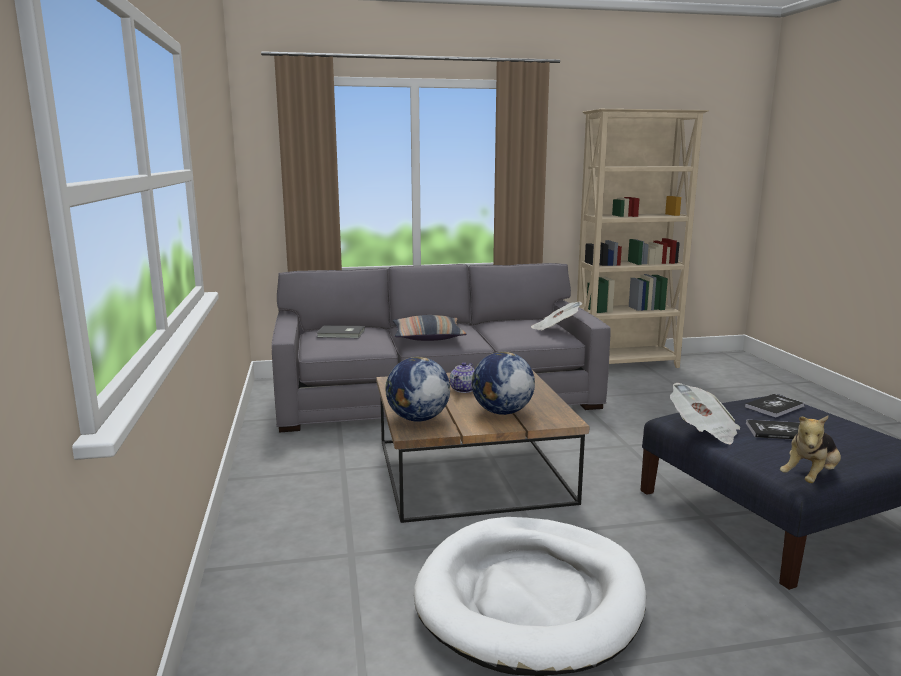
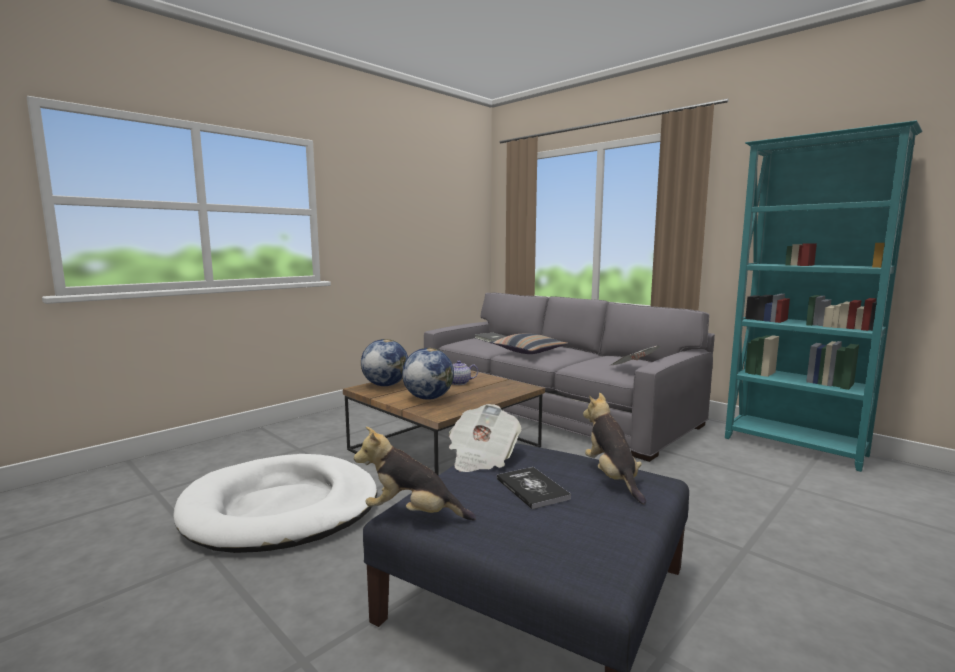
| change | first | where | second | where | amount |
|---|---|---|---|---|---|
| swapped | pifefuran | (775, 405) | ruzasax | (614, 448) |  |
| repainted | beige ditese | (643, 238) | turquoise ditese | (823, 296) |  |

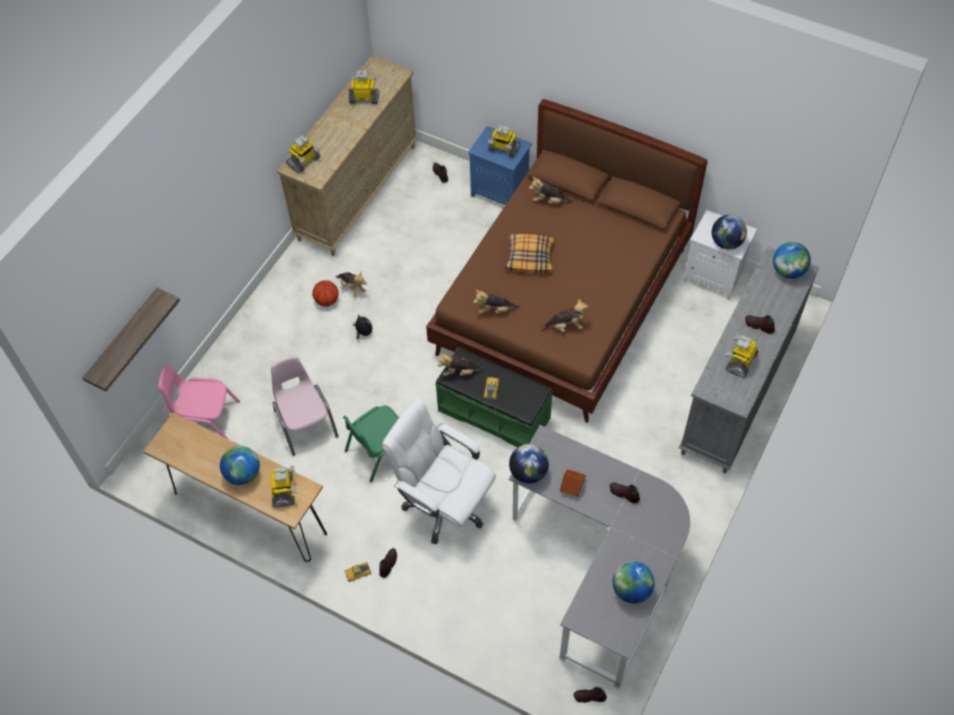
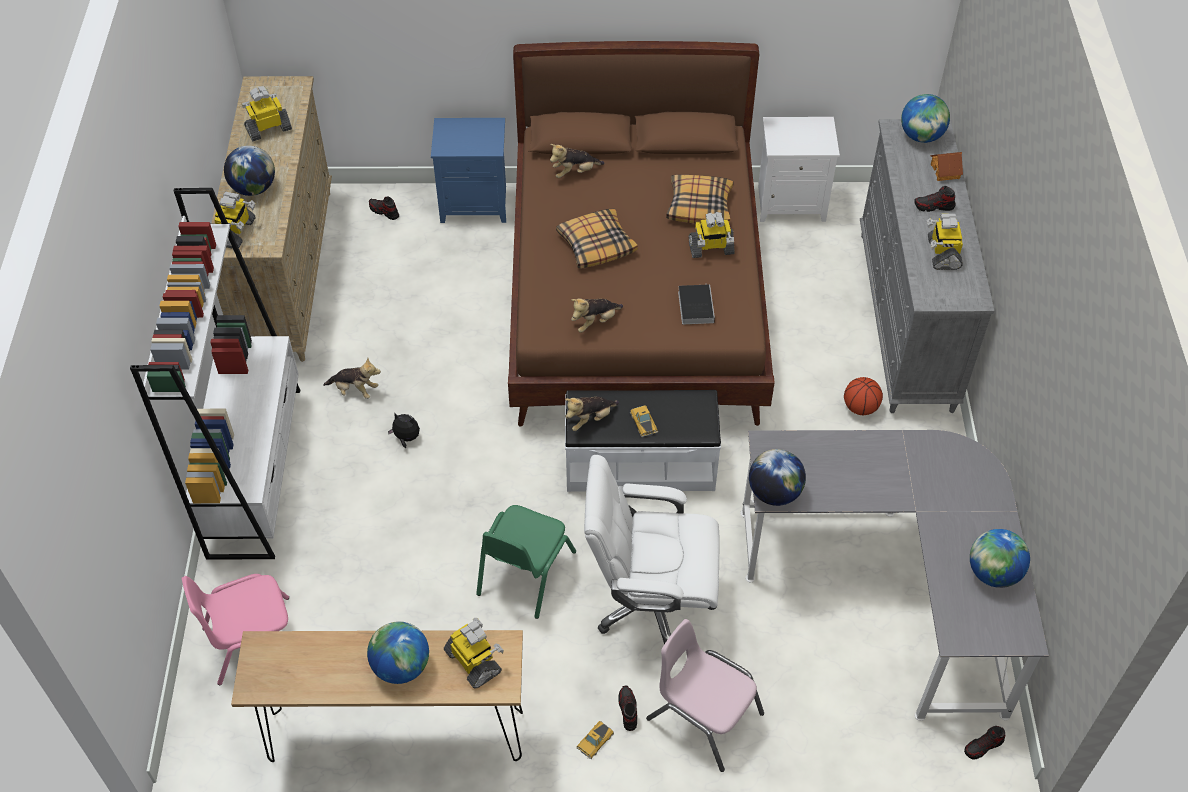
| change | first | where | second | where | amount |
|---|---|---|---|---|---|
| new |  |  | white ditese | (215, 374) |  |
| shifted | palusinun | (729, 232) |  | (249, 170) |  |
| repainted | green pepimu | (494, 397) | white pepimu | (643, 441) |  |
| shifted | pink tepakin | (305, 406) |  | (705, 695) |  |
| new |  |  | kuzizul | (700, 199) |  |
| swapped | ruzasax | (564, 315) | pifefuran | (696, 303) |  |
| shifted | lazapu | (504, 141) |  | (712, 235) |  |
| shifted | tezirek | (325, 293) |  | (863, 396) |  |
| shifted | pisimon | (573, 483) |  | (946, 166) |  |
| gone | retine | (131, 339) |  |  |  |
| gone | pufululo | (625, 493) |  |  |  |

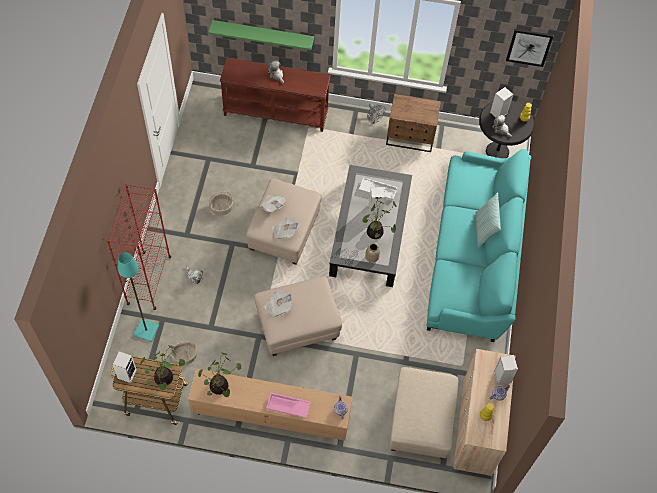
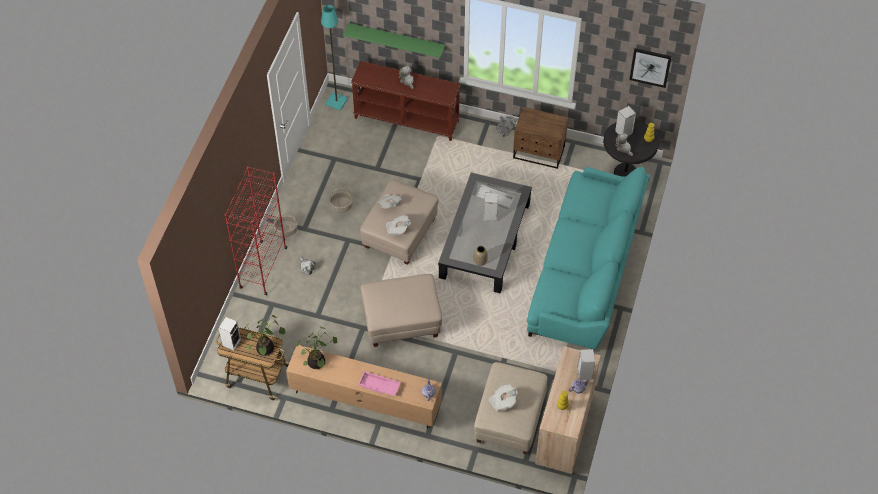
| change | first | where | second | where | amount |
|---|---|---|---|---|---|
| shifted | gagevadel | (184, 353) |  | (286, 224) |  |
| shifted | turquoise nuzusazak | (138, 297) |  | (334, 57) |  |
| shifted | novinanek | (278, 304) |  | (503, 397) |  |
| gone | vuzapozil | (379, 218) |  |  |  |
| gone | kuzizul | (488, 220) |  |  |  |

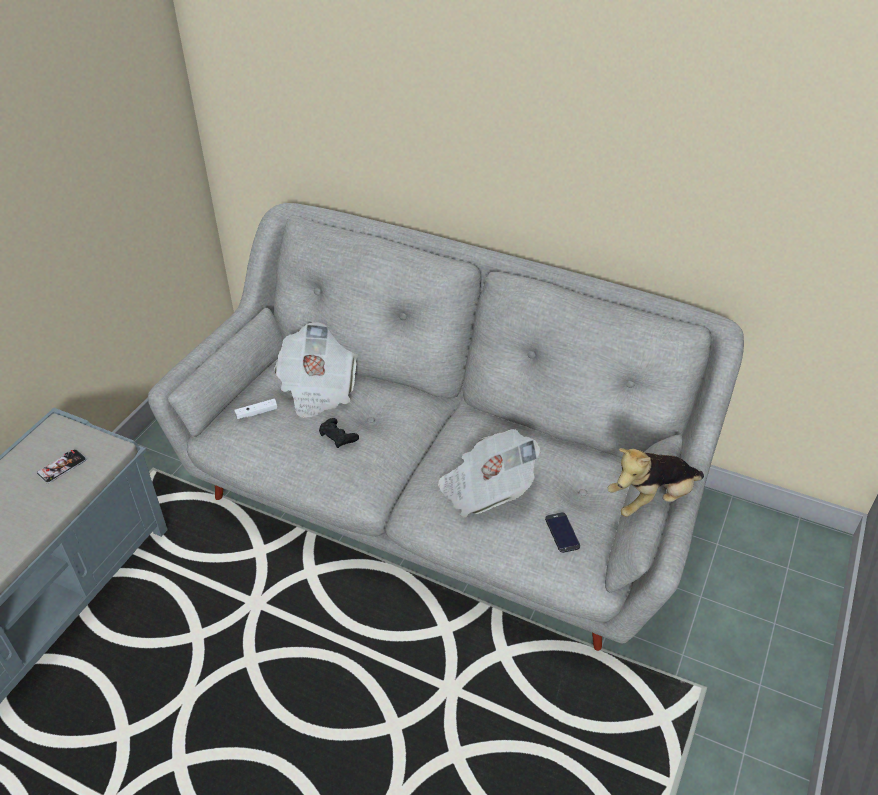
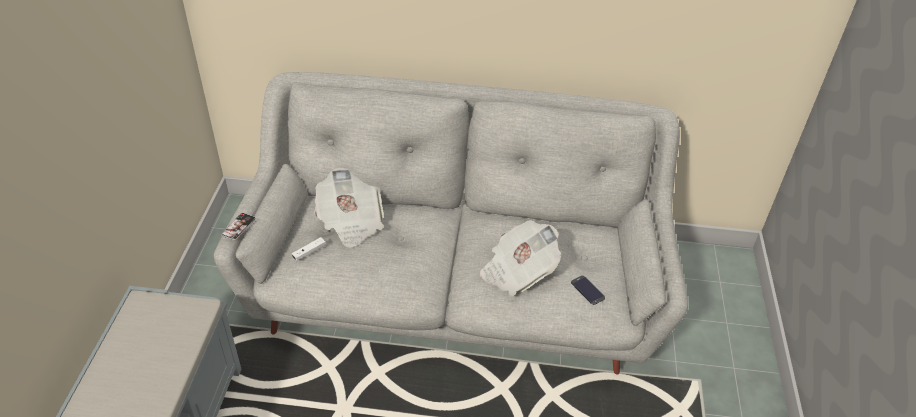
| change | first | where | second | where | amount |
|---|---|---|---|---|---|
| shifted | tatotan | (62, 466) |  | (238, 226) |  |
| gone | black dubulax | (339, 433) |  |  |  |
| gone | ruzasax | (655, 482) |  |  |  |

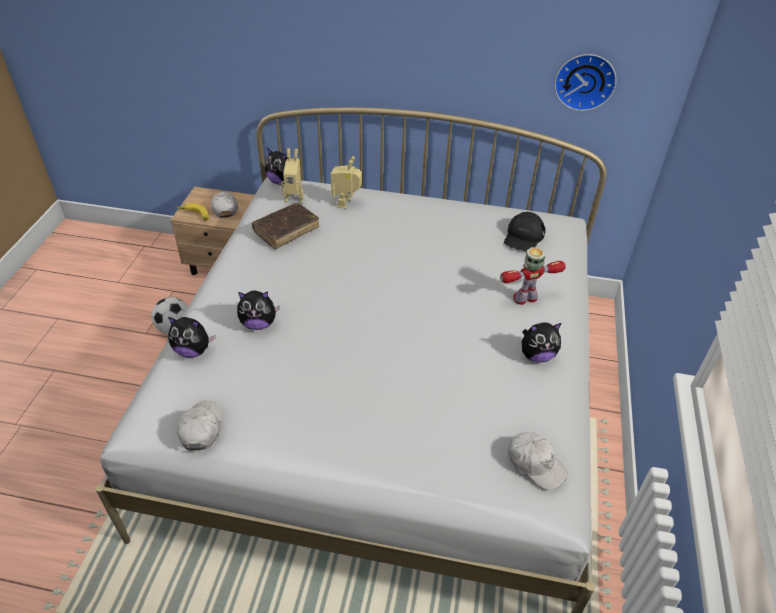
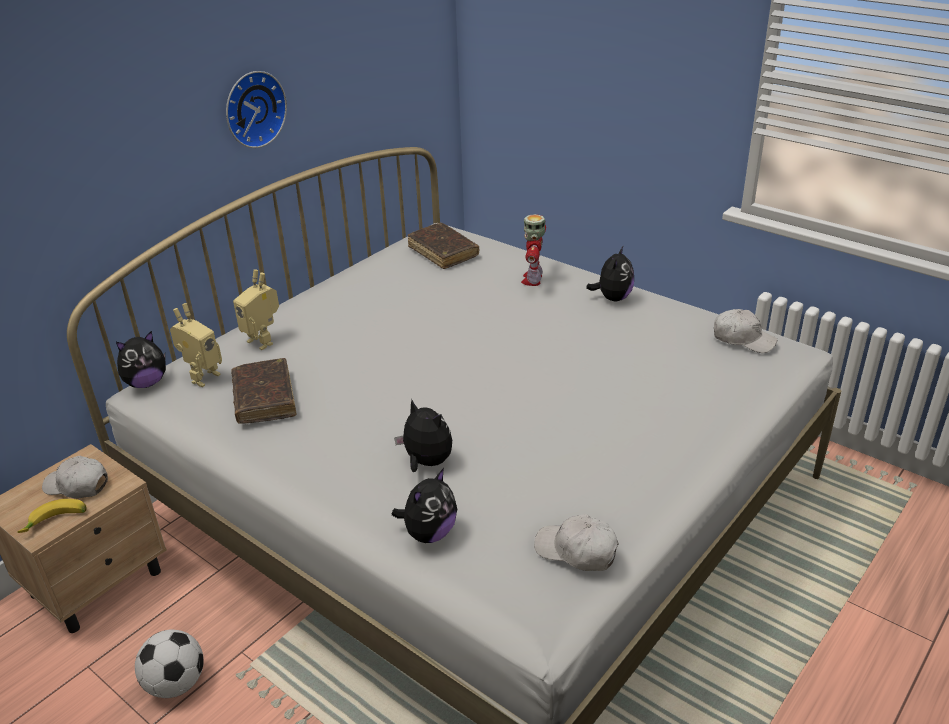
| change | first | where | second | where | amount |
|---|---|---|---|---|---|
| shifted | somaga | (585, 82) |  | (256, 109) |  |
| rotated | ruzasax | (258, 310) |  | (423, 435) | 75 degrees counterclockwise |
| swapped | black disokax | (524, 231) | brown pifefuran | (443, 246) |  |
| rotated | white disokax | (538, 461) |  | (746, 331) | 45 degrees clockwise |

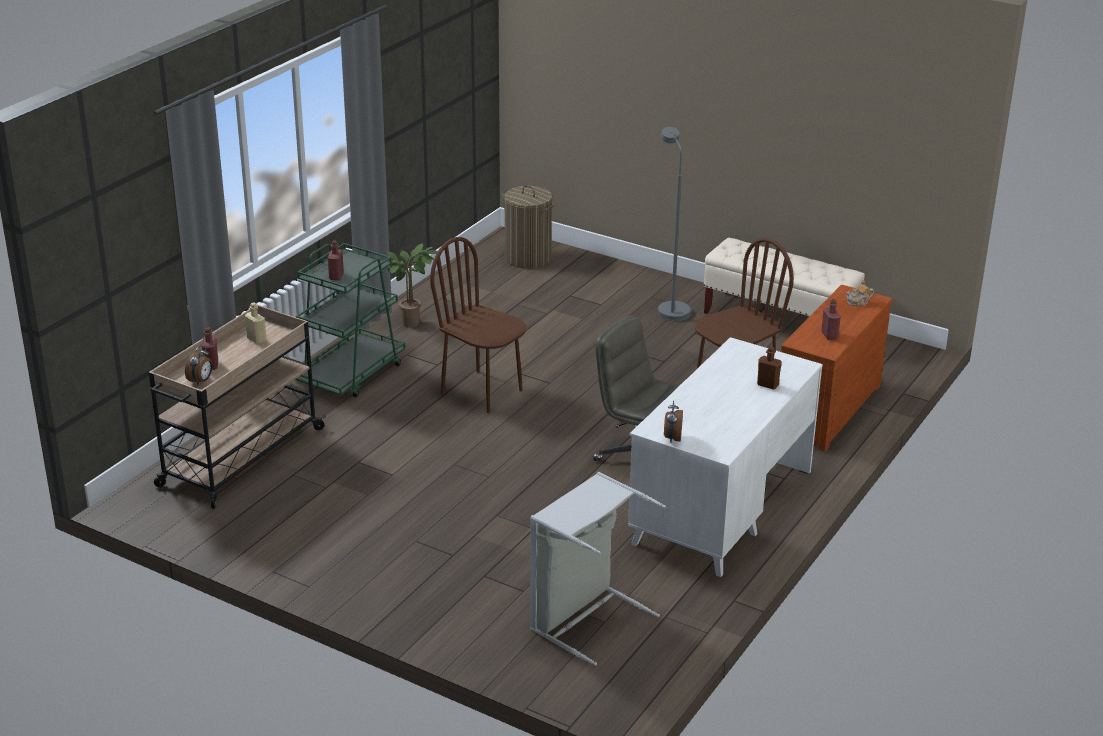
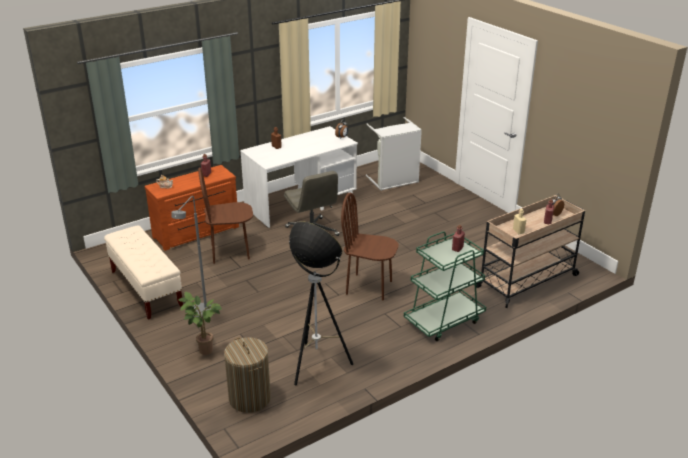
| change | first | where | second | where | amount |
|---|---|---|---|---|---|
| shifted | vuzapozil | (412, 285) |  | (200, 323) |  |
| new |  |  | nuzusazak | (321, 303) |  |
| rotated | brown tepakin | (478, 325) |  | (370, 246) | 135 degrees clockwise |

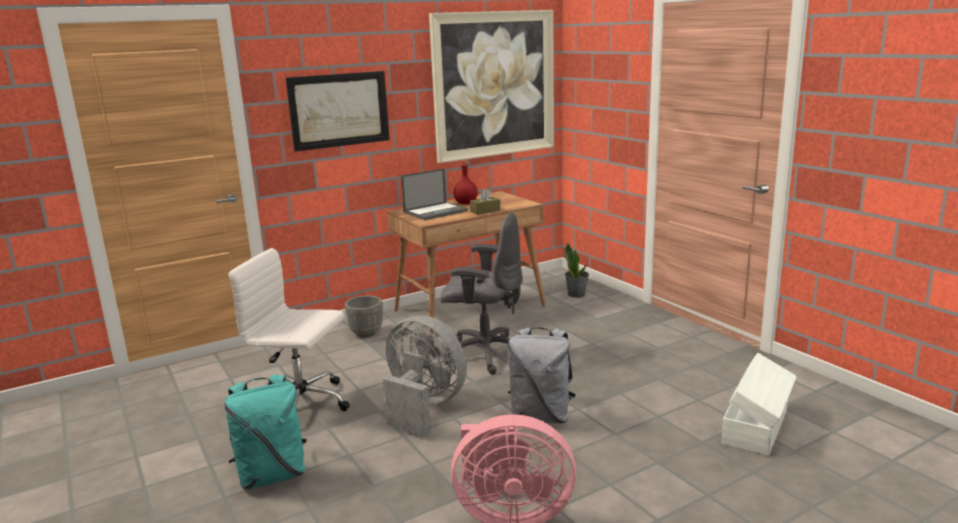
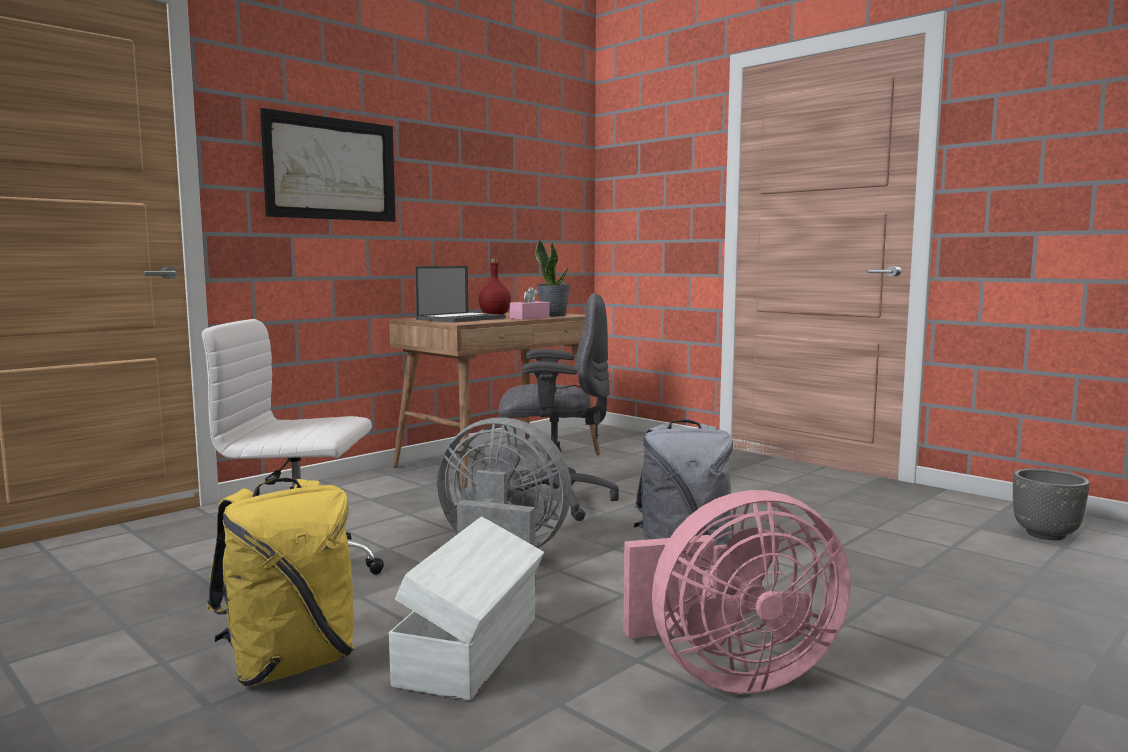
| change | first | where | second | where | amount |
|---|---|---|---|---|---|
| repainted | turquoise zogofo | (266, 431) | yellow zogofo | (280, 582) |  |
| shifted | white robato | (759, 404) |  | (466, 608) |  |
| repainted | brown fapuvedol | (485, 202) | pink fapuvedol | (529, 303) |  |
| shifted | vuzapozil | (576, 270) |  | (552, 277) |  |
| shifted | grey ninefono | (364, 316) |  | (1051, 504) |  |
| gone | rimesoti | (491, 86) |  |  |  |

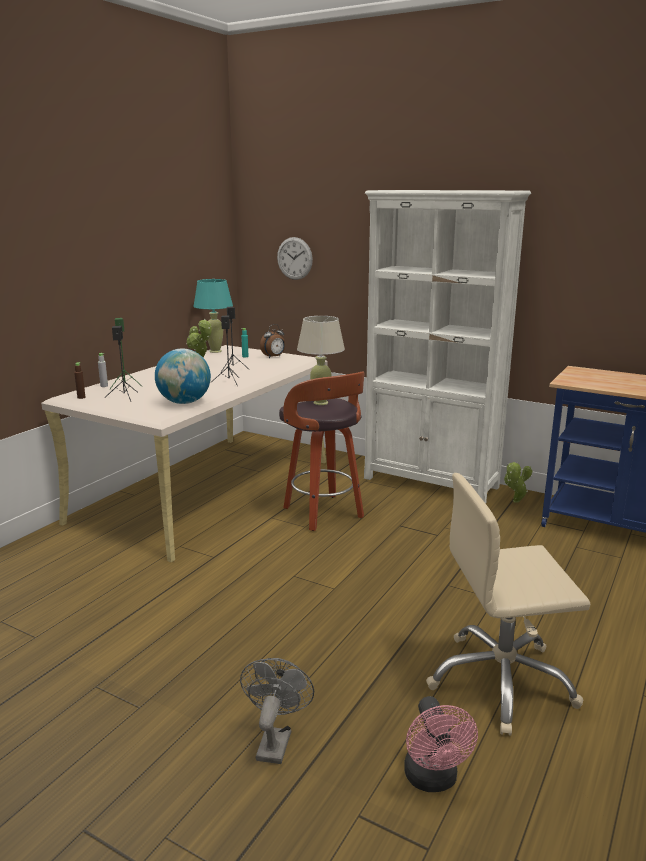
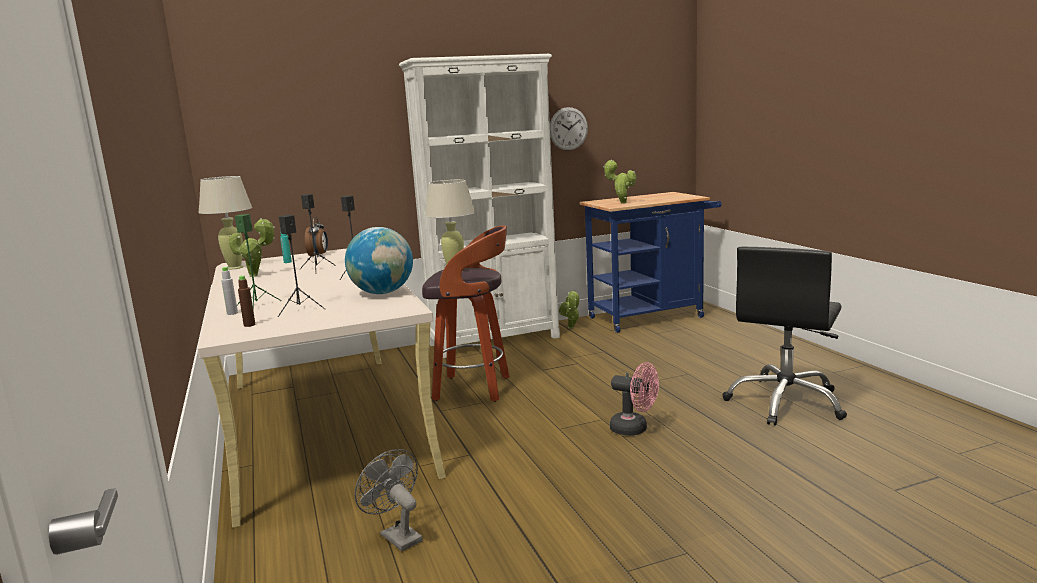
| change | first | where | second | where | amount |
|---|---|---|---|---|---|
| repainted | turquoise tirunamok | (213, 316) | beige tirunamok | (225, 223) |  |
| shifted | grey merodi | (277, 711) |  | (389, 500) |  |
| shifted | somaga | (295, 258) |  | (569, 129) |  |
| new |  |  | vuzapozil | (619, 182) |  |
| shifted | pink merodi | (441, 744) |  | (634, 399) |  |
| repainted | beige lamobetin | (508, 604) | black lamobetin | (785, 336) |  |

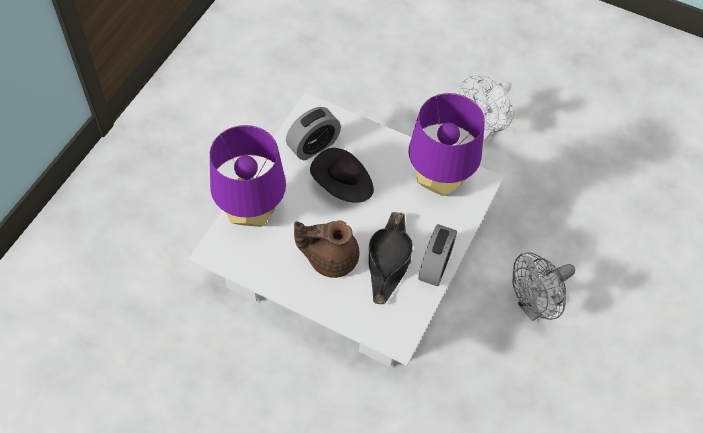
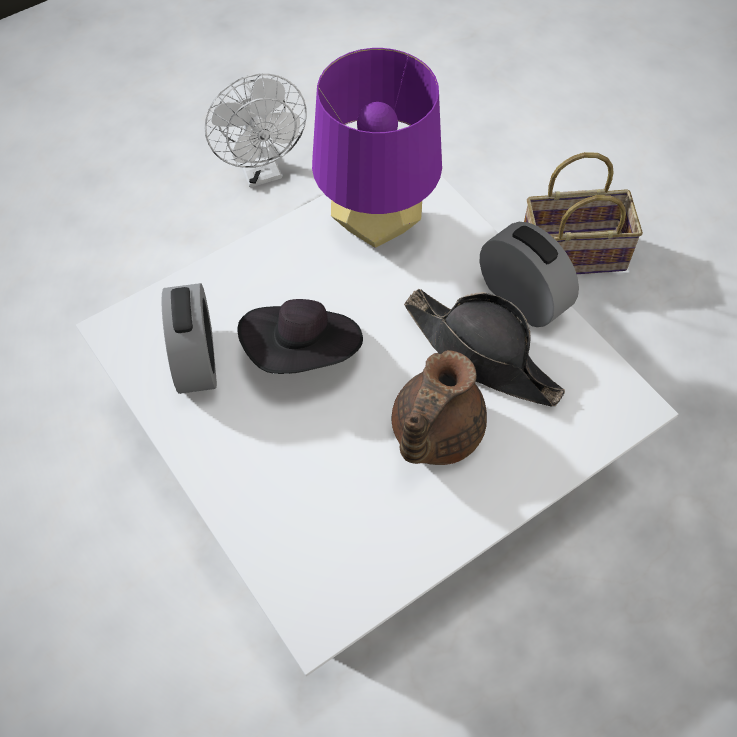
| change | first | where | second | where | amount |
|---|---|---|---|---|---|
| swapped | grey merodi | (544, 286) | gagevadel | (583, 213) |  |
| gone | purple tirunamok | (248, 176) |  |  |  |

